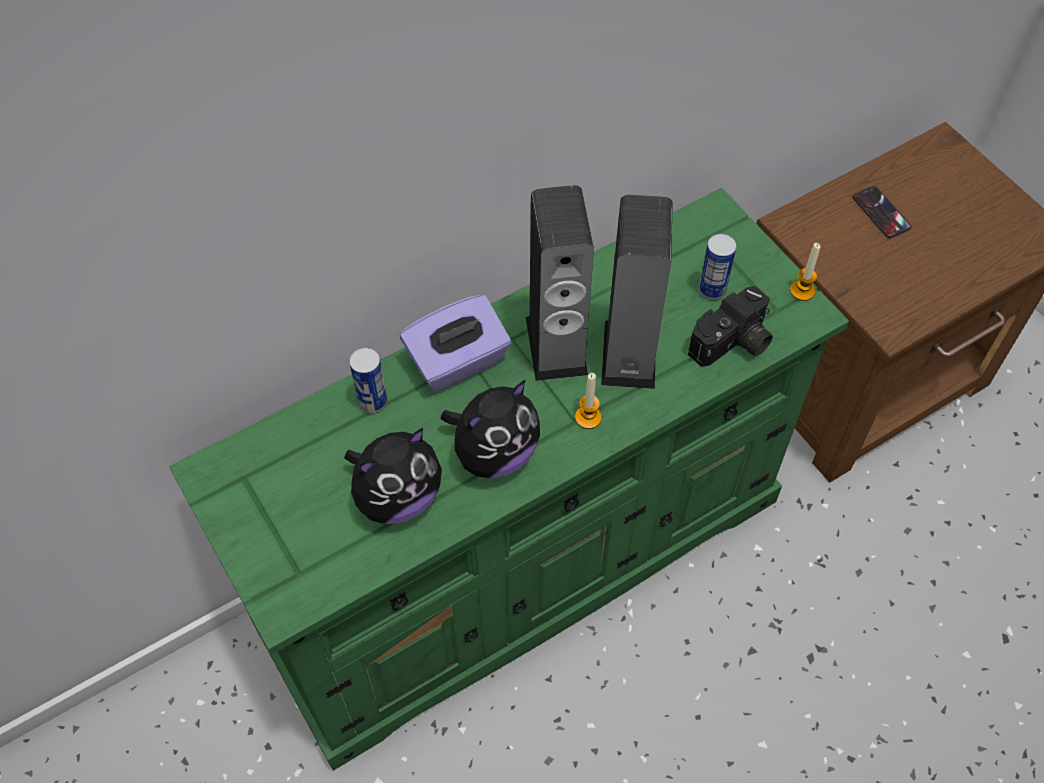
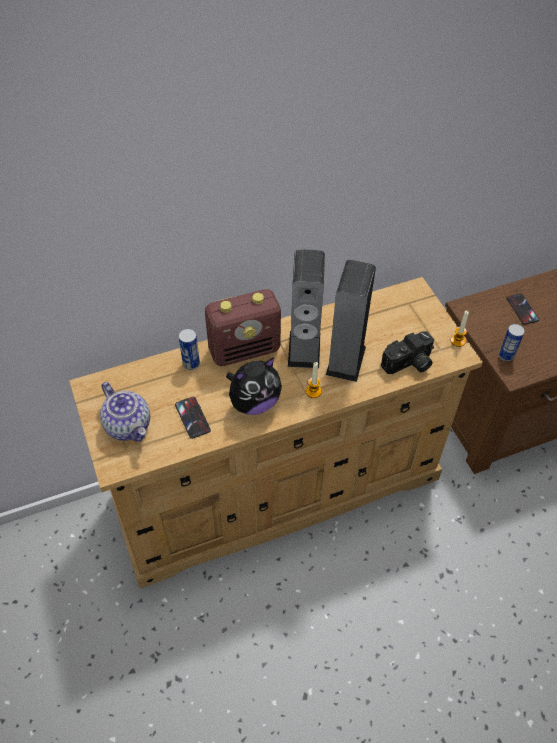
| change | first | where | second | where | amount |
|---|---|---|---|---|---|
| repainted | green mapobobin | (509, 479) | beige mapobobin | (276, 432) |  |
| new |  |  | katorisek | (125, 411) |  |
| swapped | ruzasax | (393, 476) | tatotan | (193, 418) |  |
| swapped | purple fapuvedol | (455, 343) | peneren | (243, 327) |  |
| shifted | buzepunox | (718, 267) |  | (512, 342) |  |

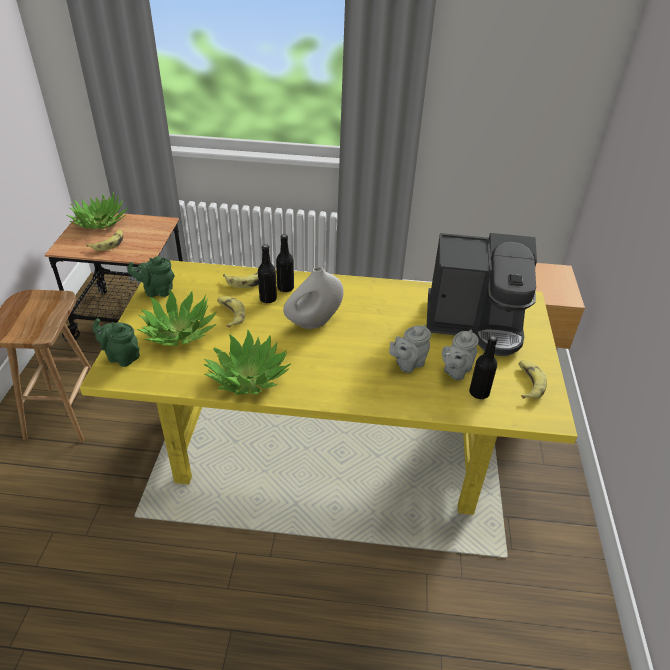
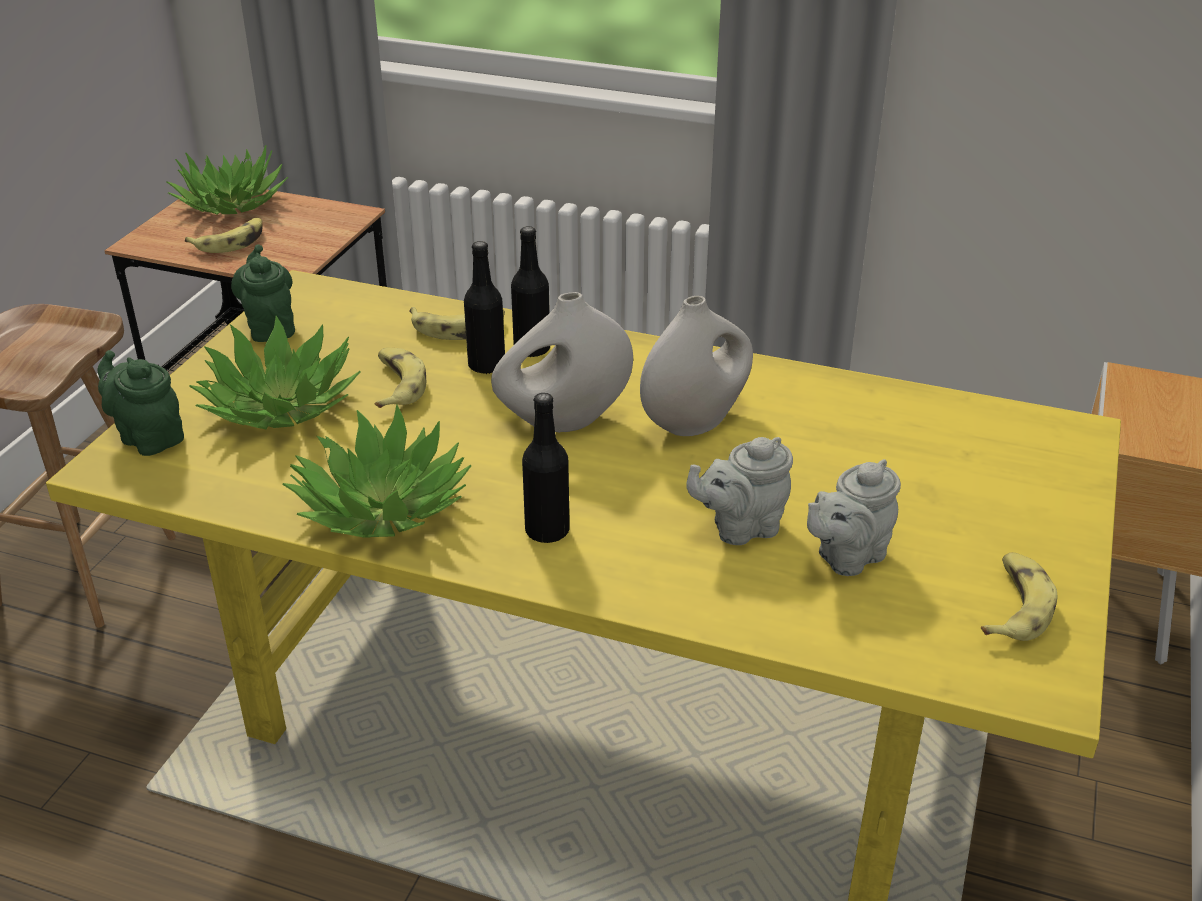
| change | first | where | second | where | amount |
|---|---|---|---|---|---|
| rotated | green katorisek | (151, 276) |  | (263, 293) | 60 degrees clockwise |
| shifted | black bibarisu | (483, 367) |  | (546, 468) |  |
| new |  |  | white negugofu | (696, 366) |  |
| gone | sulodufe | (481, 294) |  |  |  |

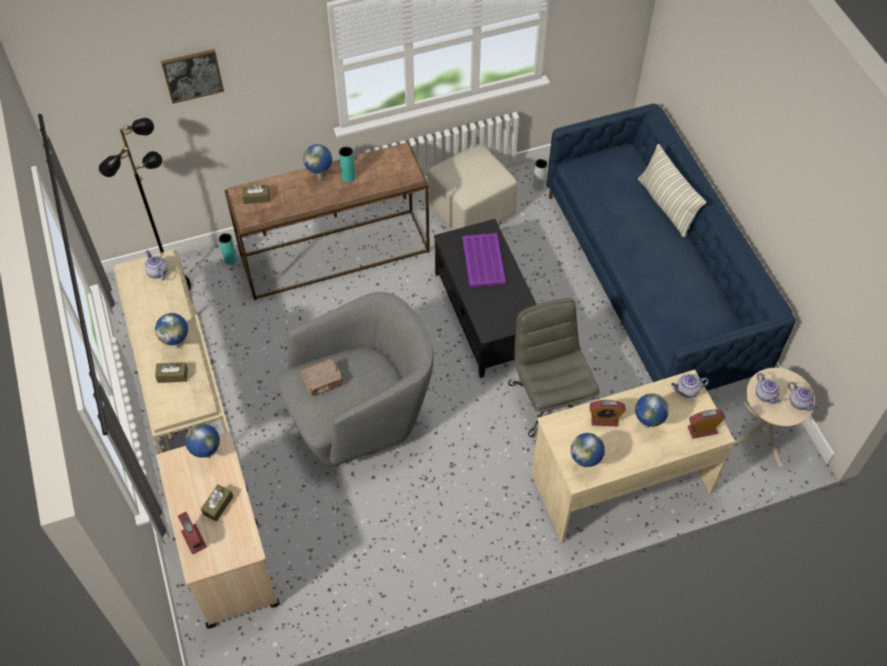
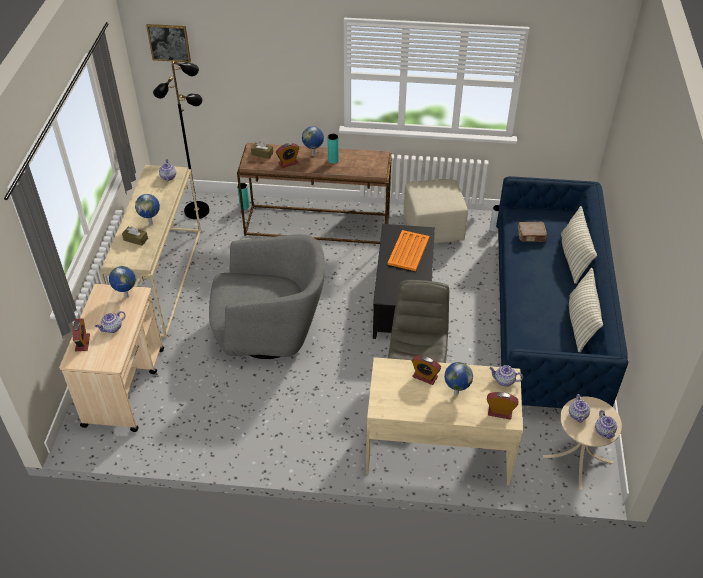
| change | first | where | second | where | amount |
|---|---|---|---|---|---|
| swapped | brown fapuvedol | (217, 502) | katorisek | (110, 322) |  |
| shifted | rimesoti | (192, 76) |  | (168, 43) |  |
| new |  |  | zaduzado | (287, 155) |  |
| repainted | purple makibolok | (484, 260) | orange makibolok | (408, 250) |  |
| shifted | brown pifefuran | (322, 377) |  | (532, 231) |  |
| new |  |  | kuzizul | (586, 310) |  |
| gone | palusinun | (588, 450) |  |  |  |

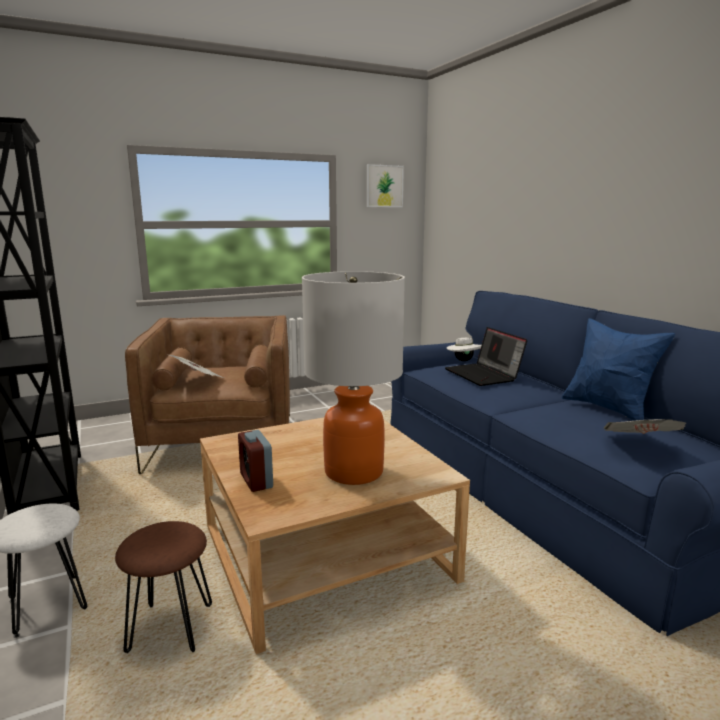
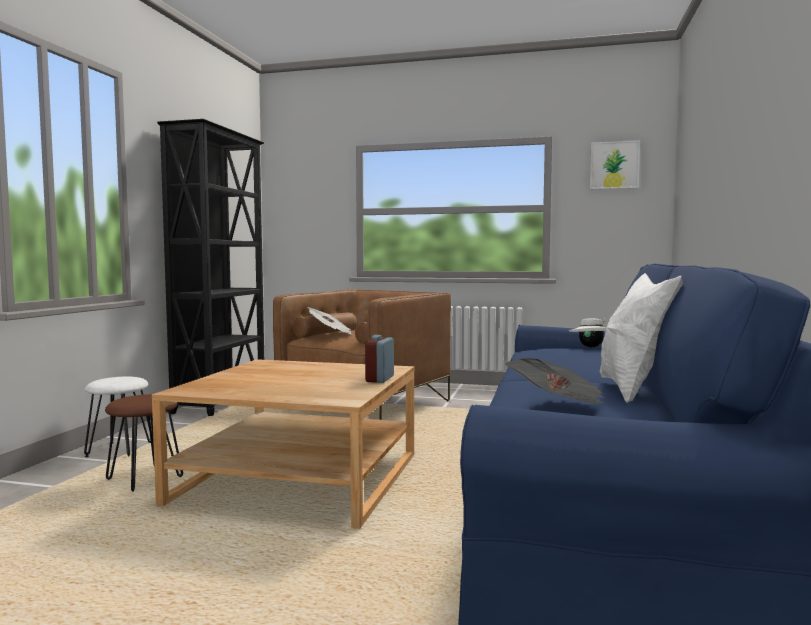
| change | first | where | second | where | amount |
|---|---|---|---|---|---|
| shifted | zaduzado | (255, 461) |  | (379, 359) |  |
| repainted | blue kuzizul | (618, 369) | white kuzizul | (641, 338) |  |
| gone | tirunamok | (353, 378) |  |  |  |
| gone | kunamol | (486, 356) |  |  |  |

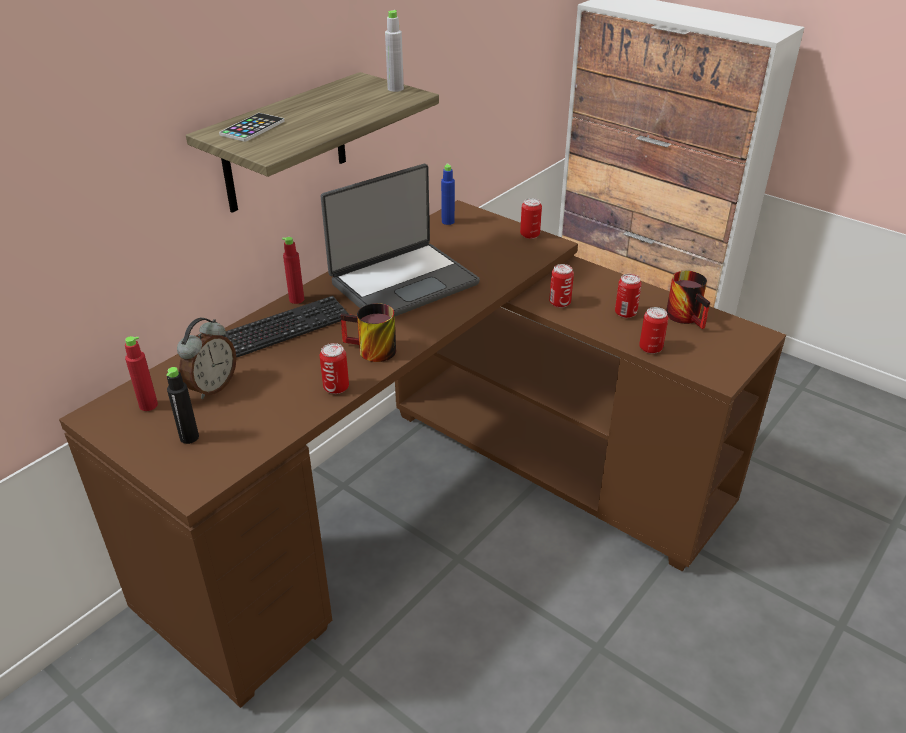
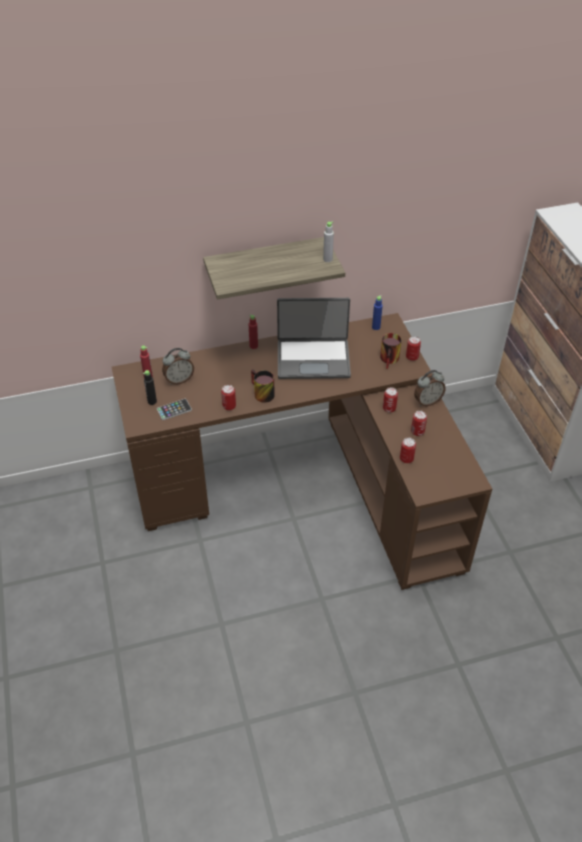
| change | first | where | second | where | amount |
|---|---|---|---|---|---|
| shifted | tatotan | (252, 127) |  | (174, 409) |  |
| shifted | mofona | (688, 300) |  | (391, 351) |  |
| new |  |  | zaduzado | (430, 388) |  |
| gone | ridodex | (285, 327) |  |  |  |

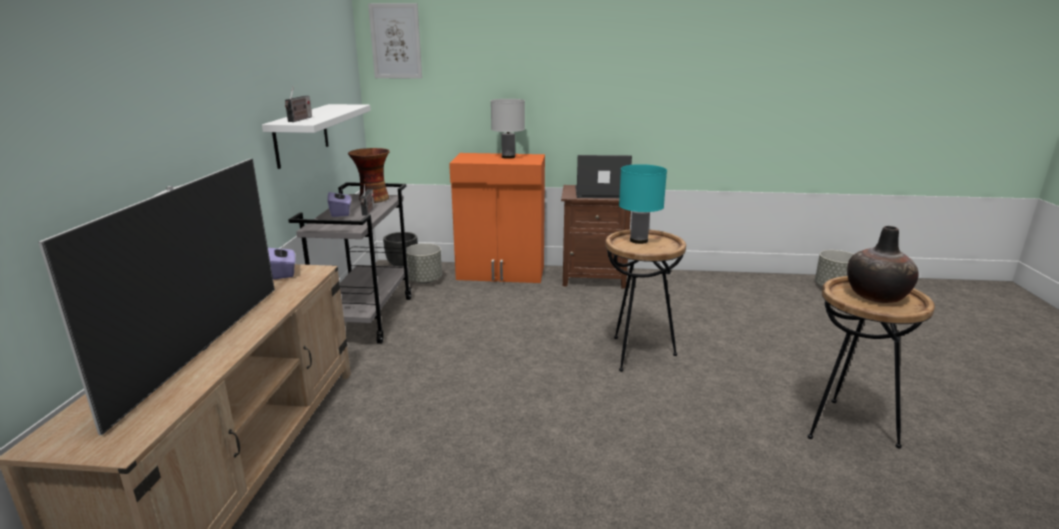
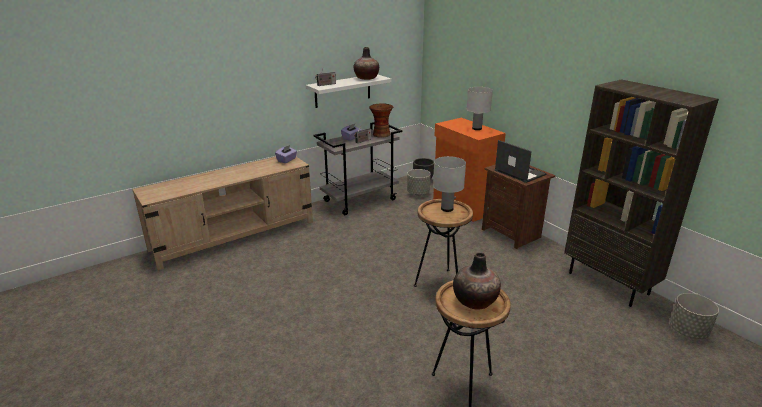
| change | first | where | second | where | amount |
|---|---|---|---|---|---|
| new |  |  | negugofu | (366, 63) |  |
| repainted | turquoise tirunamok | (643, 204) | white tirunamok | (449, 184) |  |
| new |  |  | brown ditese | (641, 193) |  |
| gone | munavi | (156, 297) |  |  |  |
| gone | rimesoti | (395, 41) |  |  |  |

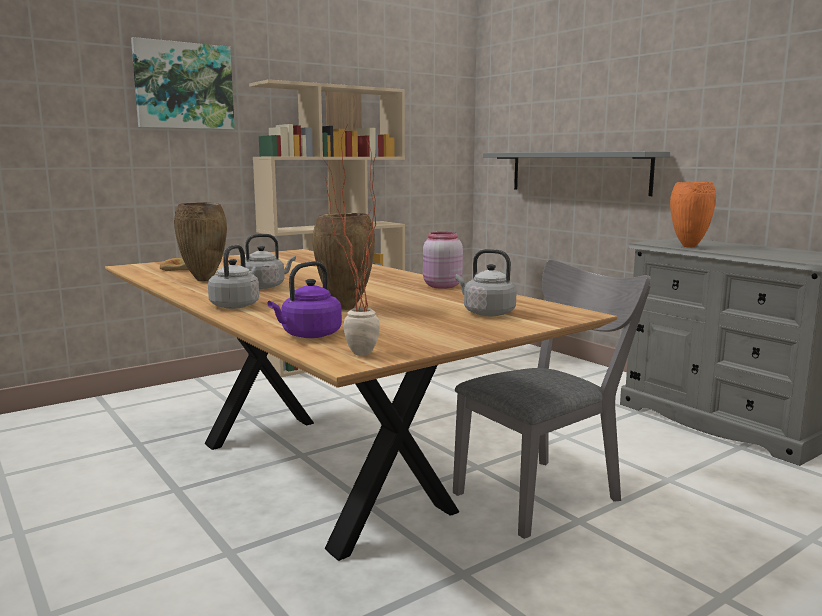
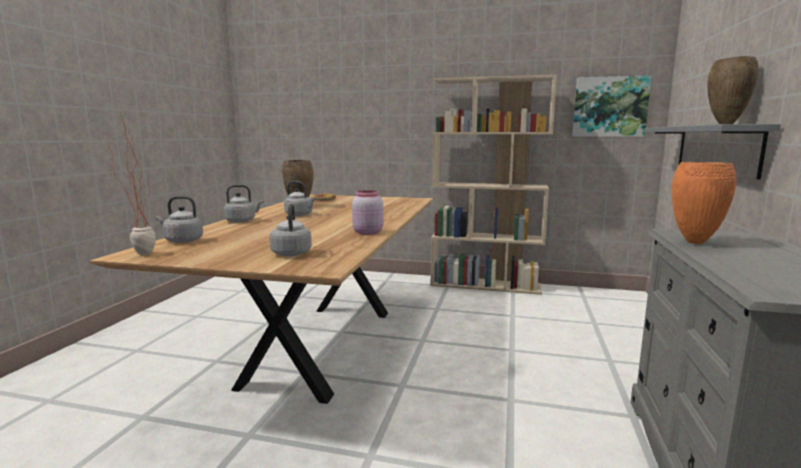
| change | first | where | second | where | amount |
|---|---|---|---|---|---|
| repainted | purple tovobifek | (305, 299) | grey tovobifek | (179, 219) |  |
| shifted | rimesoti | (183, 83) |  | (612, 106) |  |
| shifted | brown negugofu | (344, 261) |  | (733, 90) |  |
| gone | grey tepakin | (551, 399) |  |  |  |

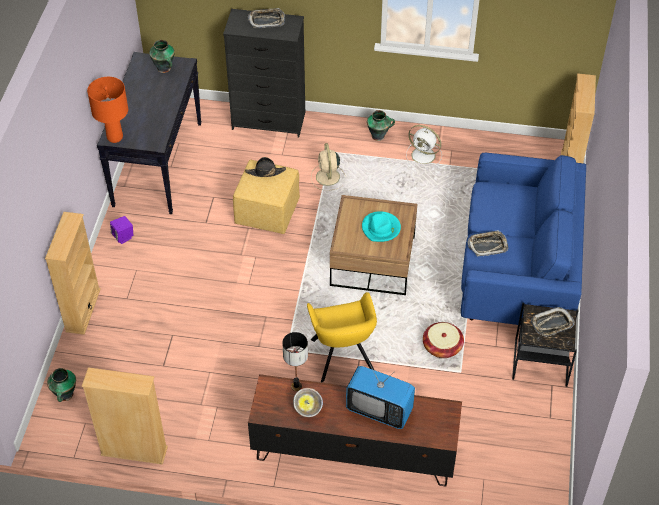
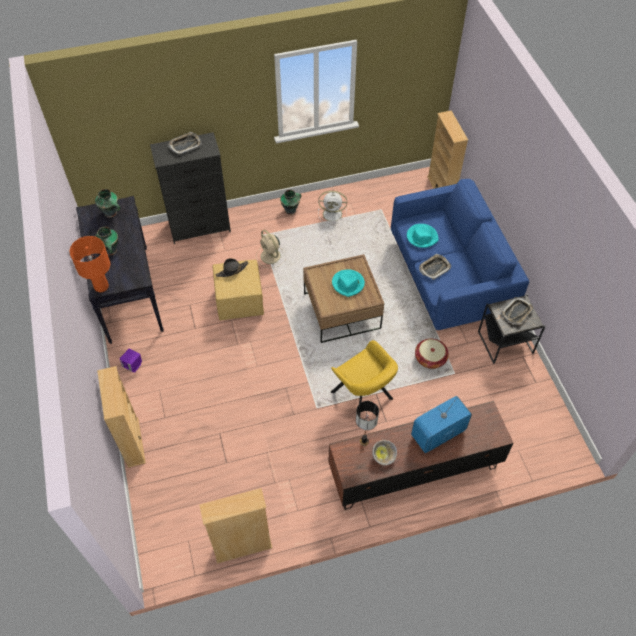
| change | first | where | second | where | amount |
|---|---|---|---|---|---|
| shifted | negugofu | (61, 385) |  | (106, 241) |  |
| new |  |  | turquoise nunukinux | (422, 236) |  |
| rotated | munavi | (380, 396) |  | (441, 424) | 150 degrees clockwise |

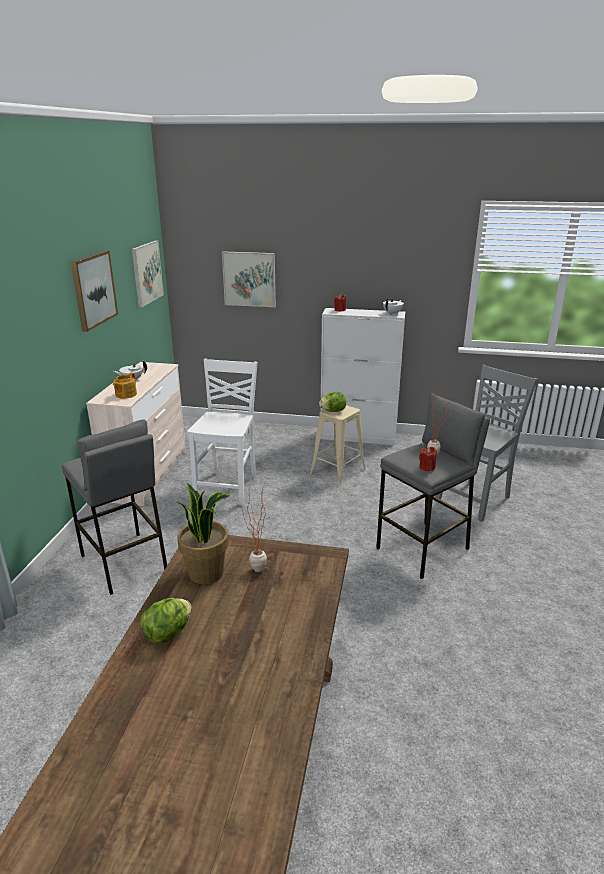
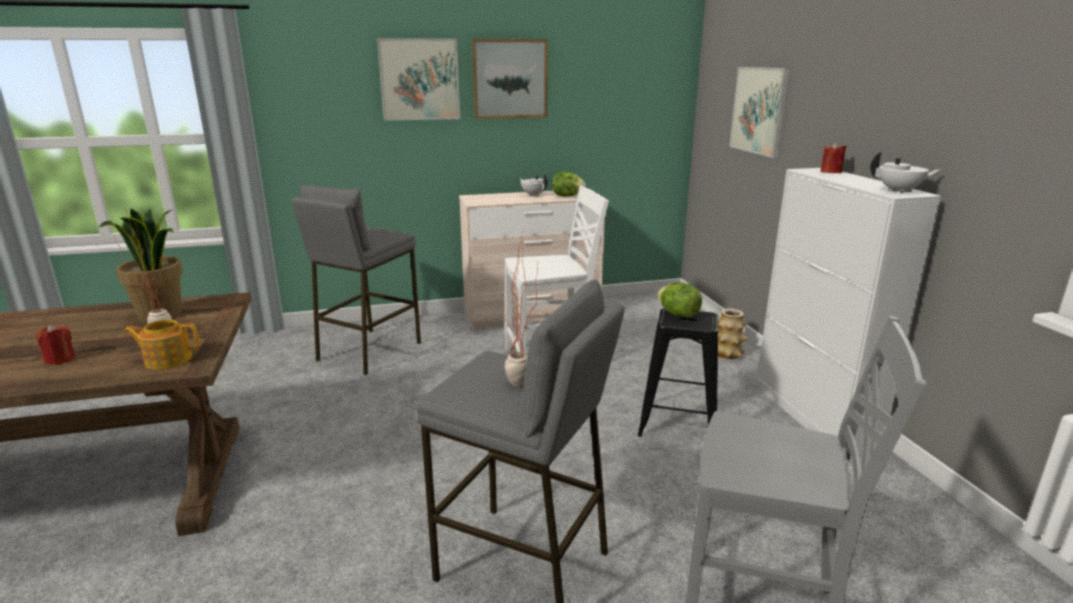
| change | first | where | second | where | amount |
|---|---|---|---|---|---|
| shifted | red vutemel | (428, 459) |  | (56, 344) |  |
| shifted | katorisek | (125, 386) |  | (161, 344) |  |
| shifted | rimesoti | (148, 274) |  | (418, 79) |  |
| shifted | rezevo | (166, 620) |  | (568, 184) |  |
| repainted | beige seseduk | (338, 445) | black seseduk | (677, 373) |  |
| new |  |  | negugofu | (733, 333) |  |

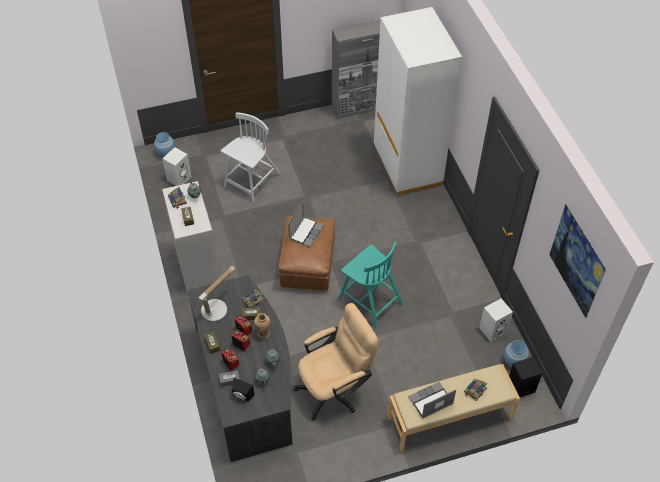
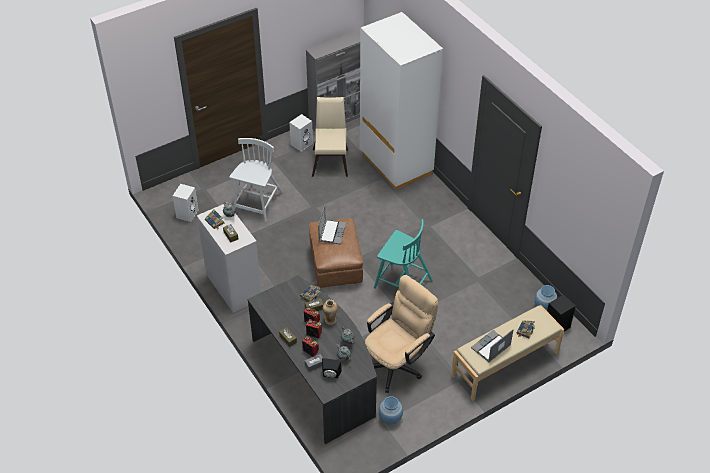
| change | first | where | second | where | amount |
|---|---|---|---|---|---|
| shifted | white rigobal | (496, 320) |  | (301, 132) |  |
| new |  |  | beige tepakin | (330, 137) |  |
| shifted | blue negugofu | (164, 145) |  | (391, 410) |  |
| gone | tirunamok | (216, 293) |  |  |  |
| gone | rimesoti | (577, 261) |  |  |  |

